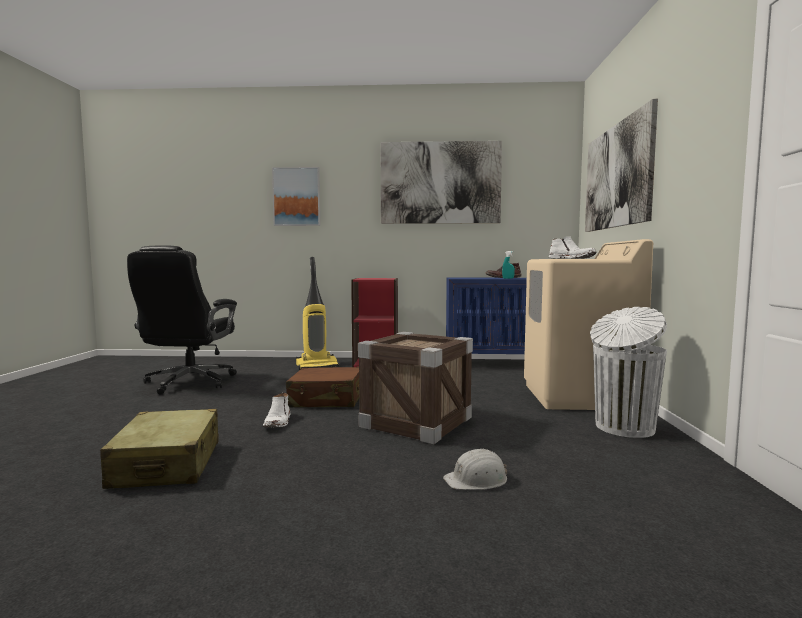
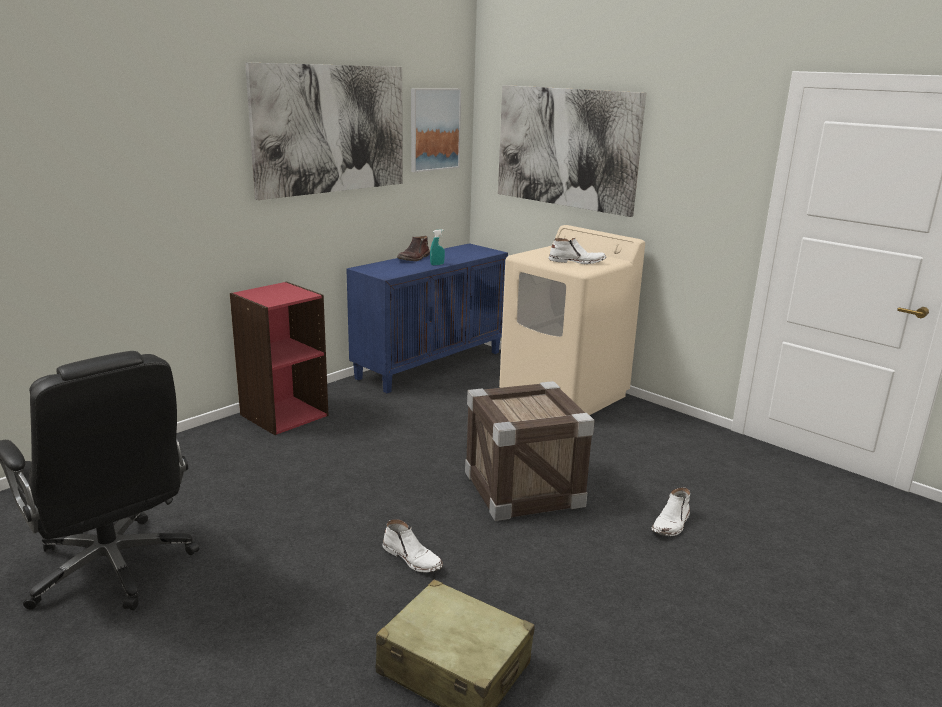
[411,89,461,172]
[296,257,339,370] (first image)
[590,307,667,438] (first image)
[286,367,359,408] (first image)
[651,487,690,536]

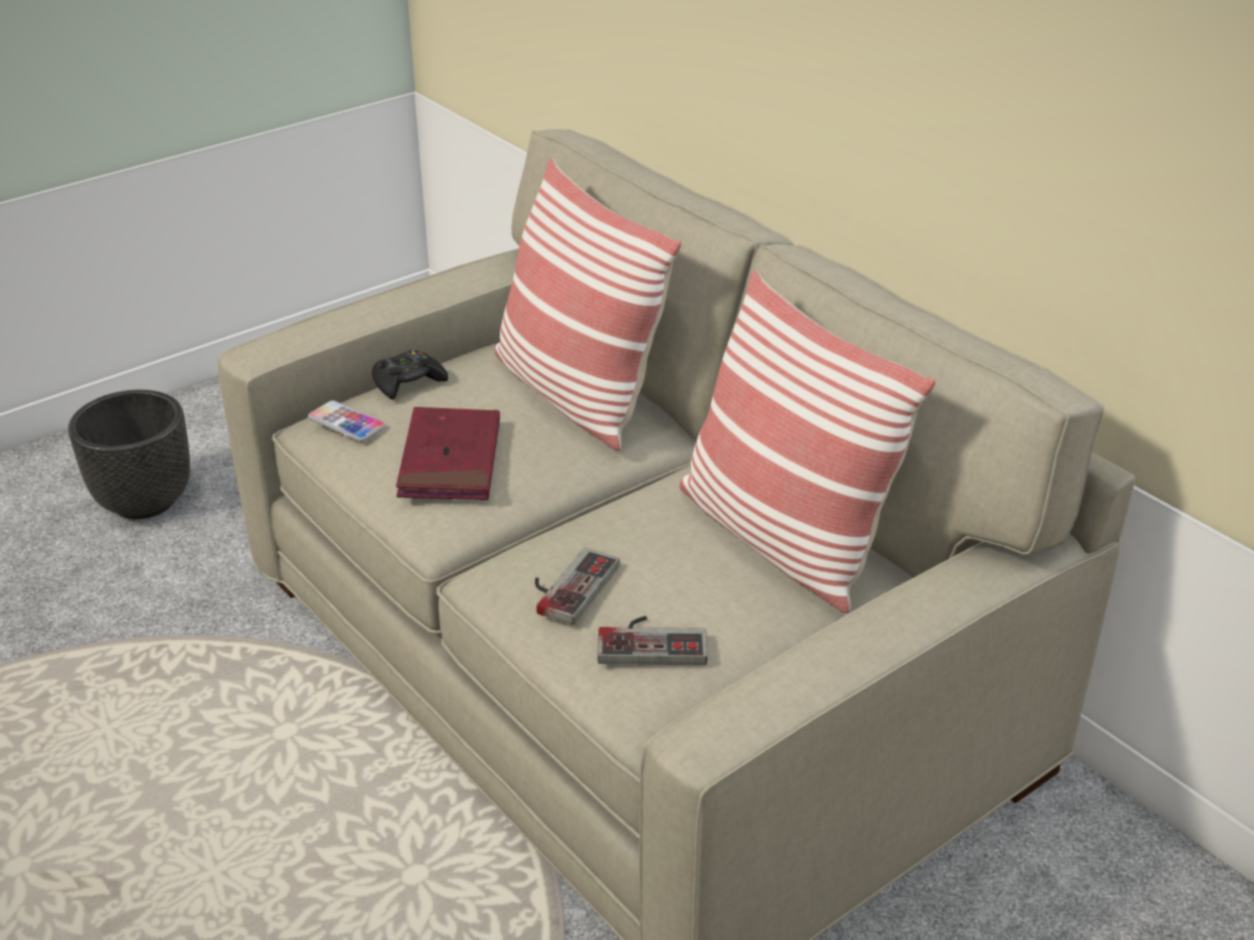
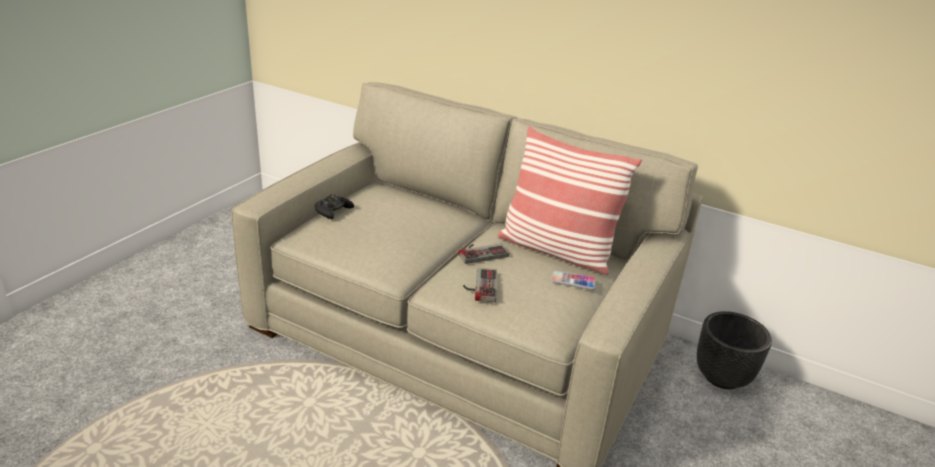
[495,158,682,451] (first image)
[697,311,772,389]
[551,270,596,290]
[396,407,500,500] (first image)
[458,244,509,264]

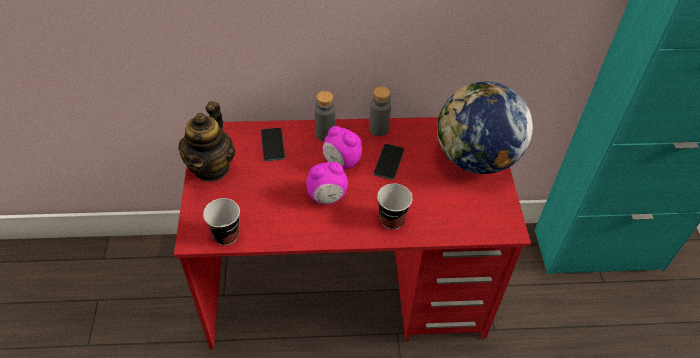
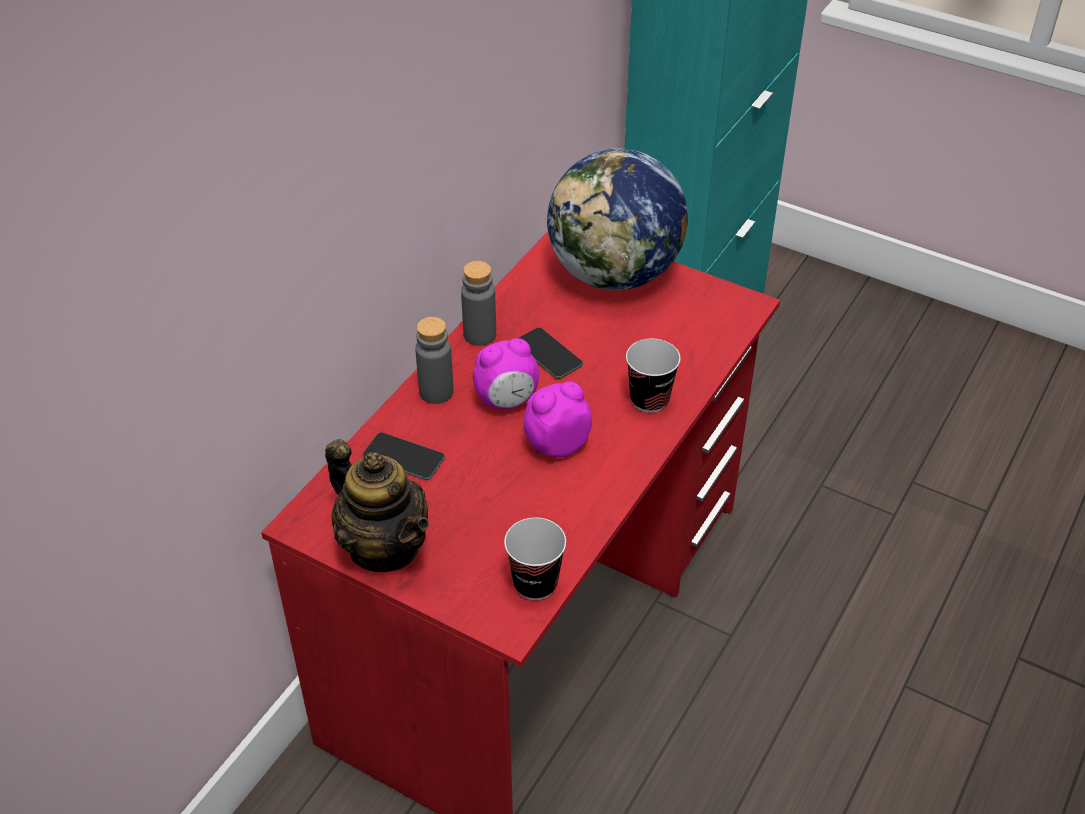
[524,382,592,457]

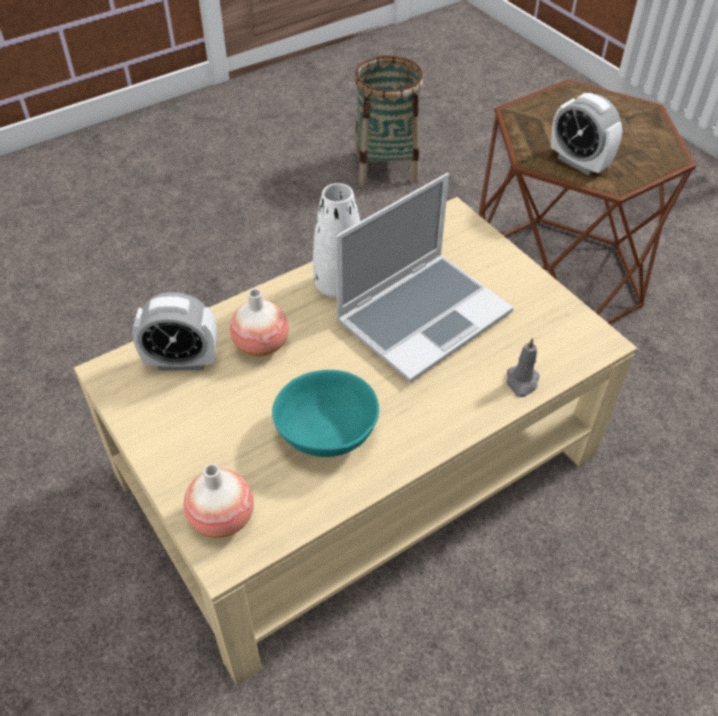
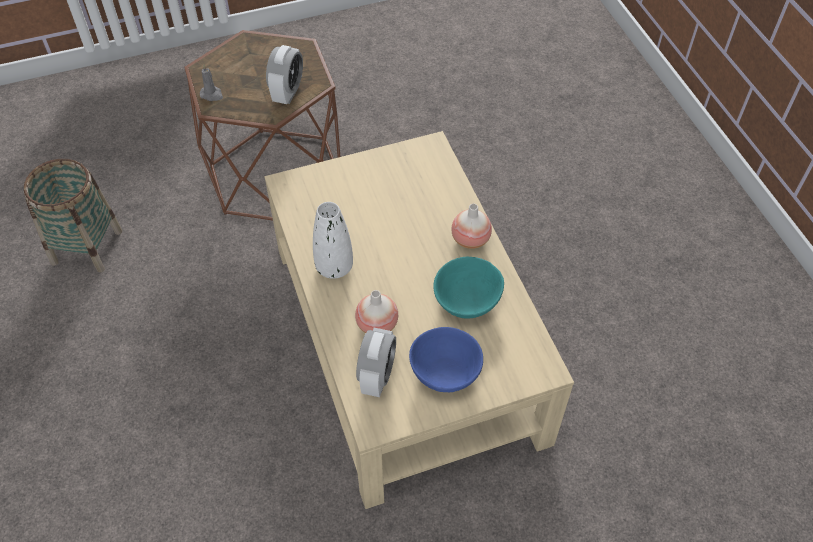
[266,45,303,104]
[335,173,514,383] (first image)
[200,64,223,101]
[451,204,492,249]
[409,327,483,392]

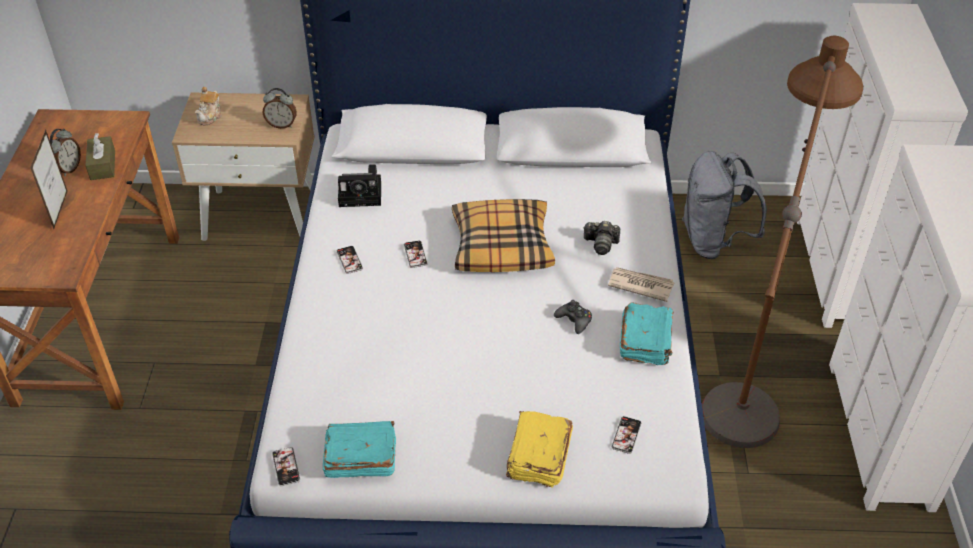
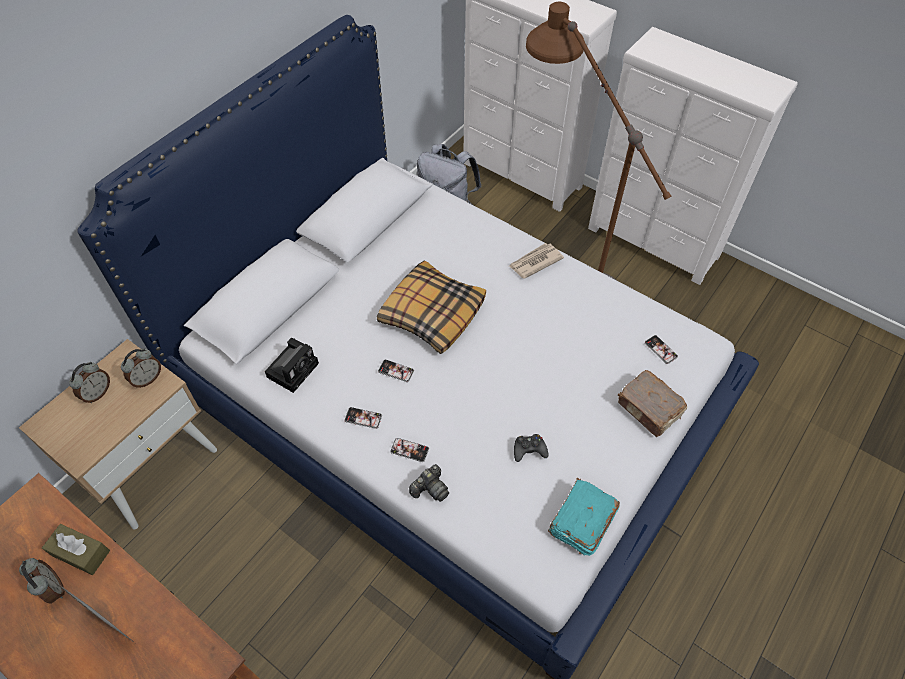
[195,87,222,125] (first image)
[409,464,449,502]
[514,434,548,462]
[620,302,673,365] (first image)
[618,370,687,437]
[390,438,429,462]
[69,362,110,403]

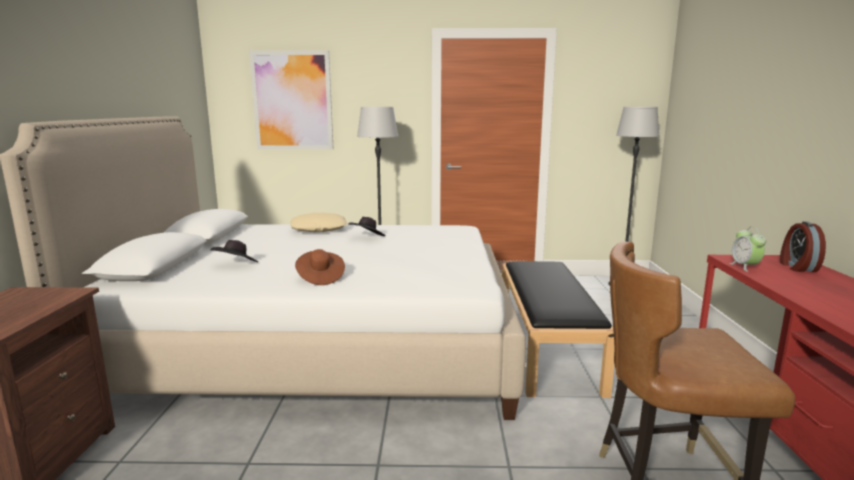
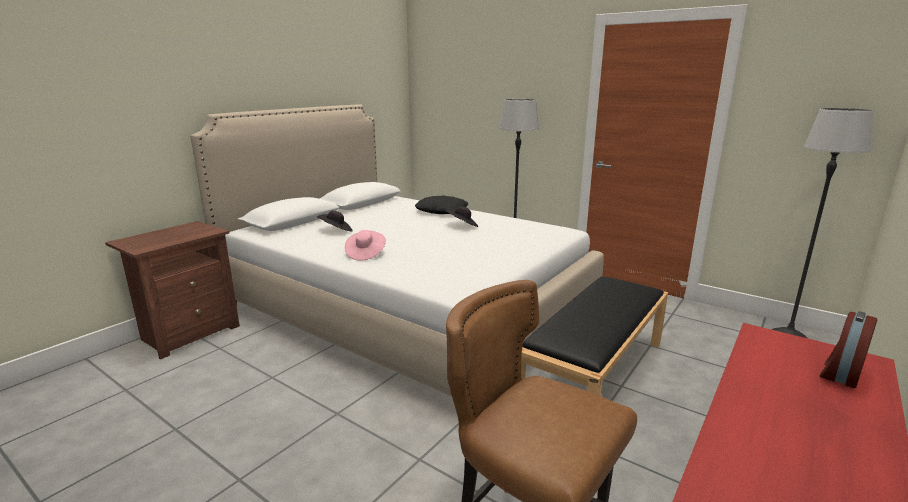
[249,50,333,150] (first image)
[415,196,468,214]
[729,227,766,272] (first image)
[345,230,386,261]

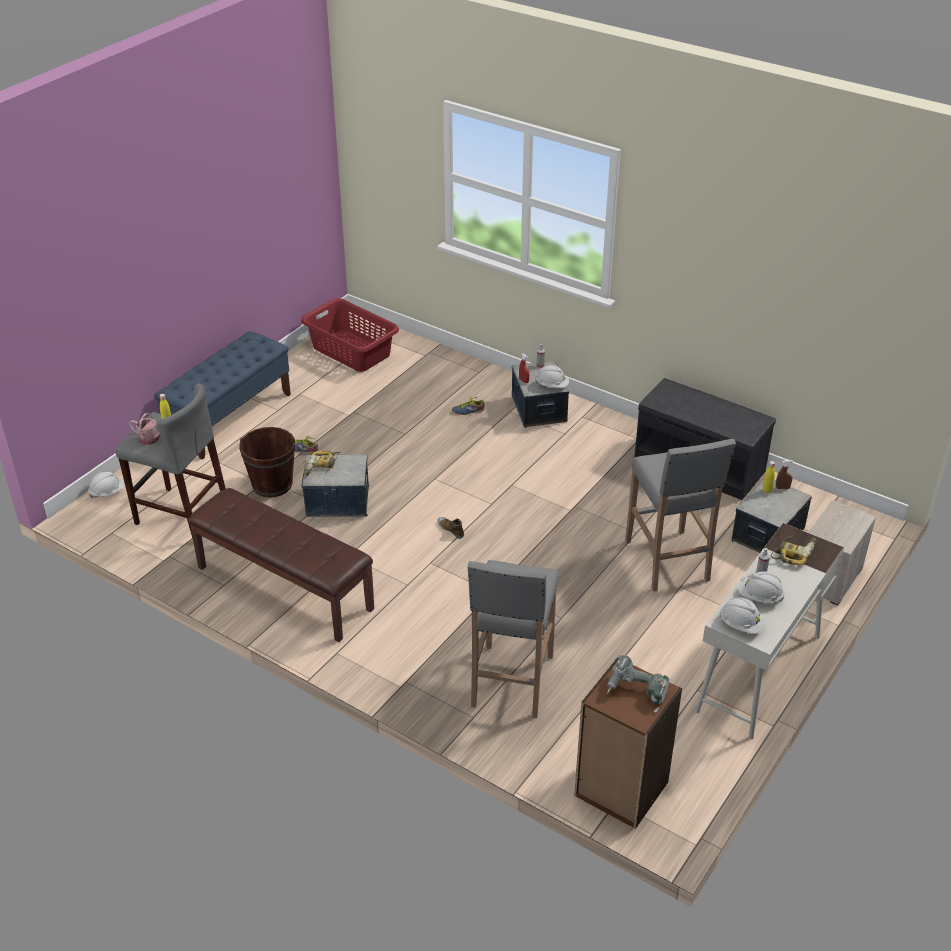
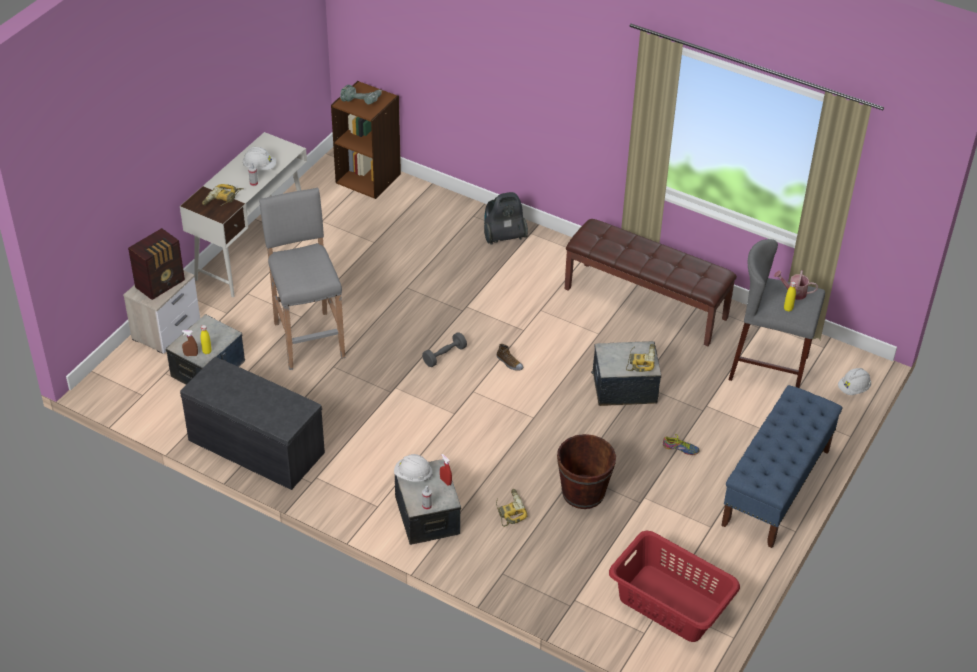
[496,489,527,527]
[557,434,616,509]
[468,560,559,718] (first image)
[720,597,765,634] (first image)
[484,192,528,244]
[128,228,185,300]
[422,332,467,367]

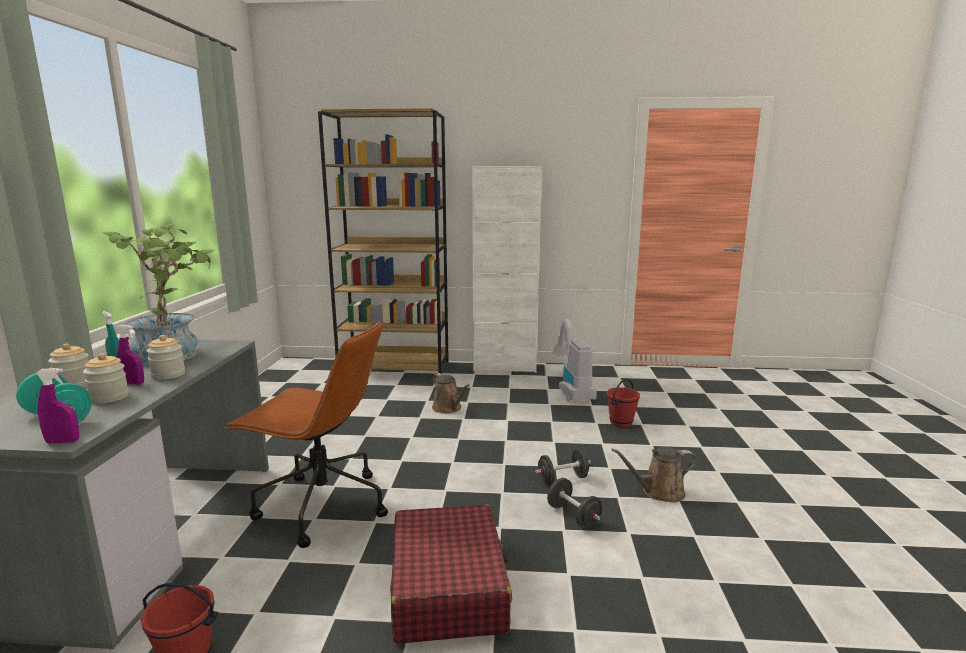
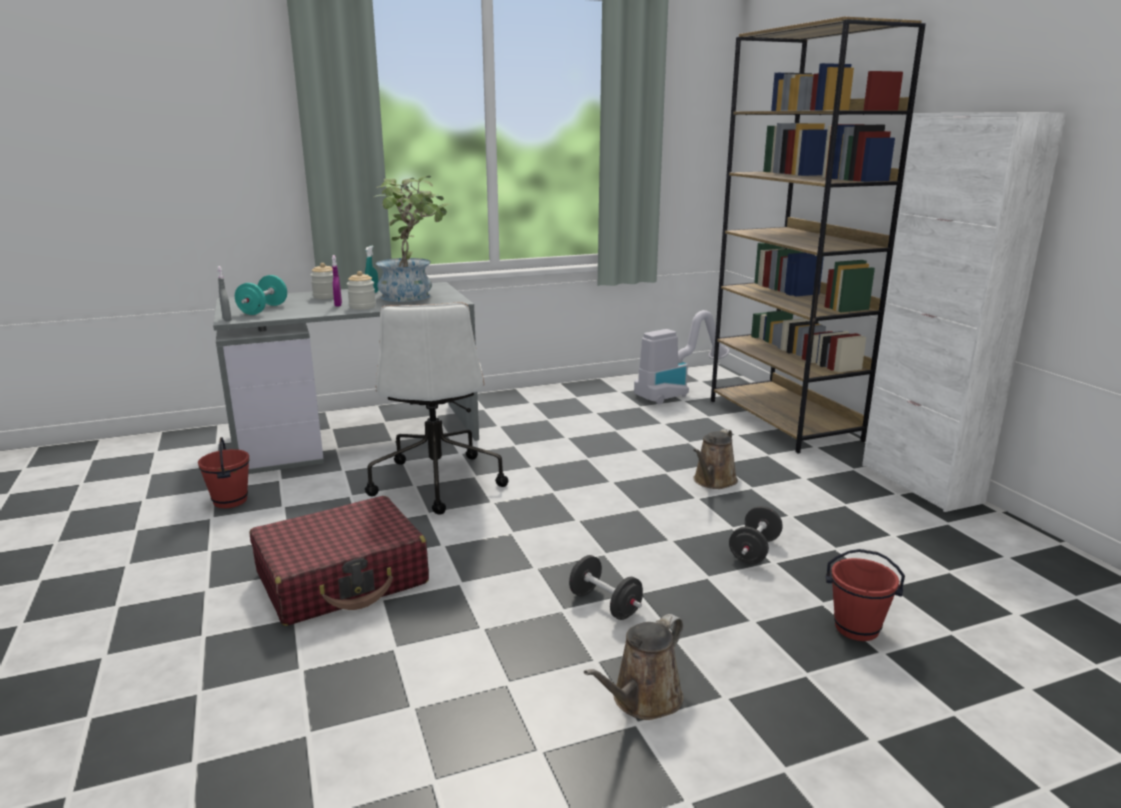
[634,310,729,405]
[365,302,508,515]
[83,353,129,404] (first image)
[217,266,232,321]
[584,614,684,720]
[729,506,783,564]

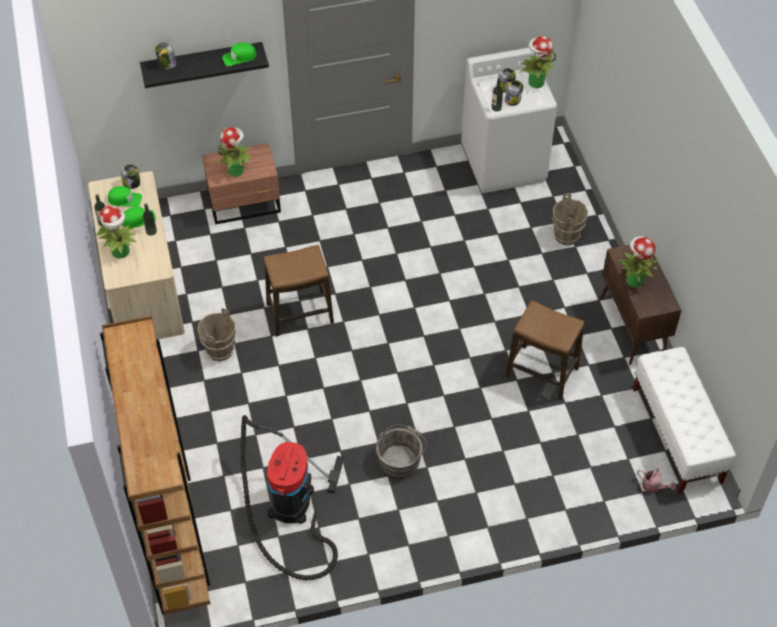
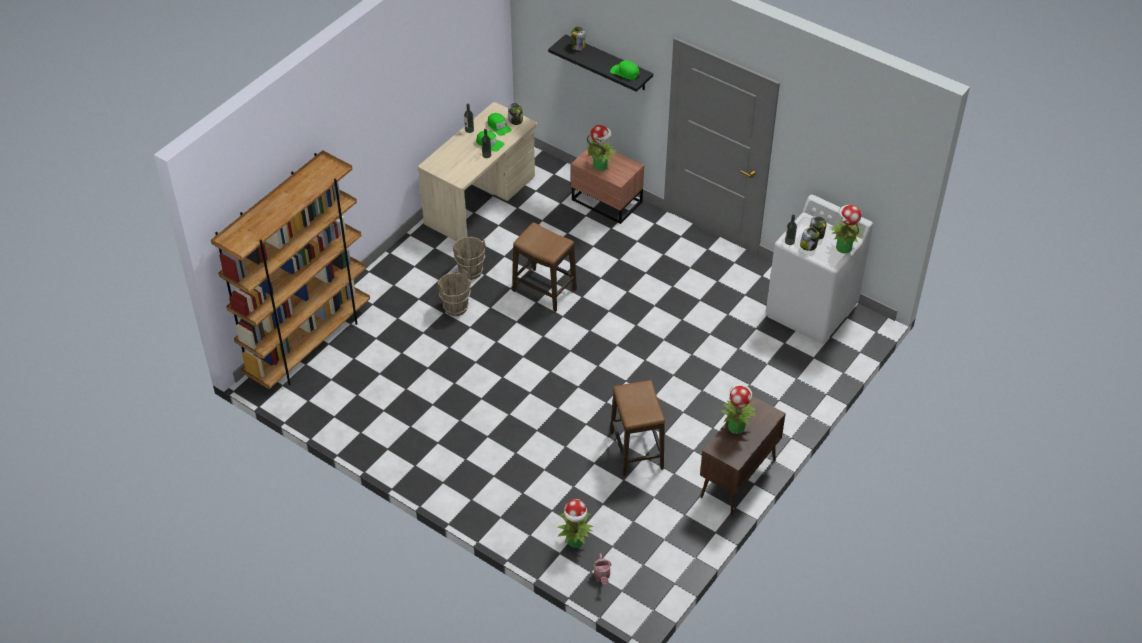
[438,269,471,316]
[557,499,594,548]
[633,347,736,494] (first image)
[240,415,344,580] (first image)
[376,424,427,478] (first image)

